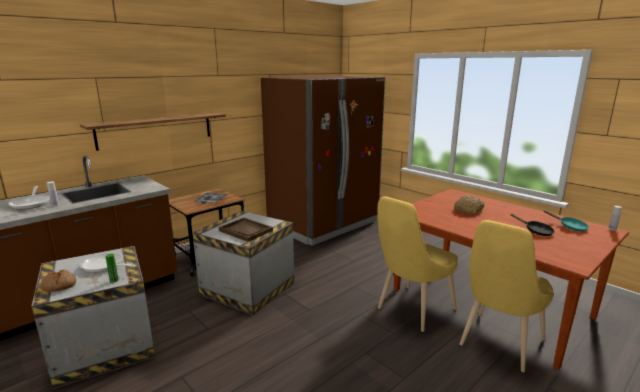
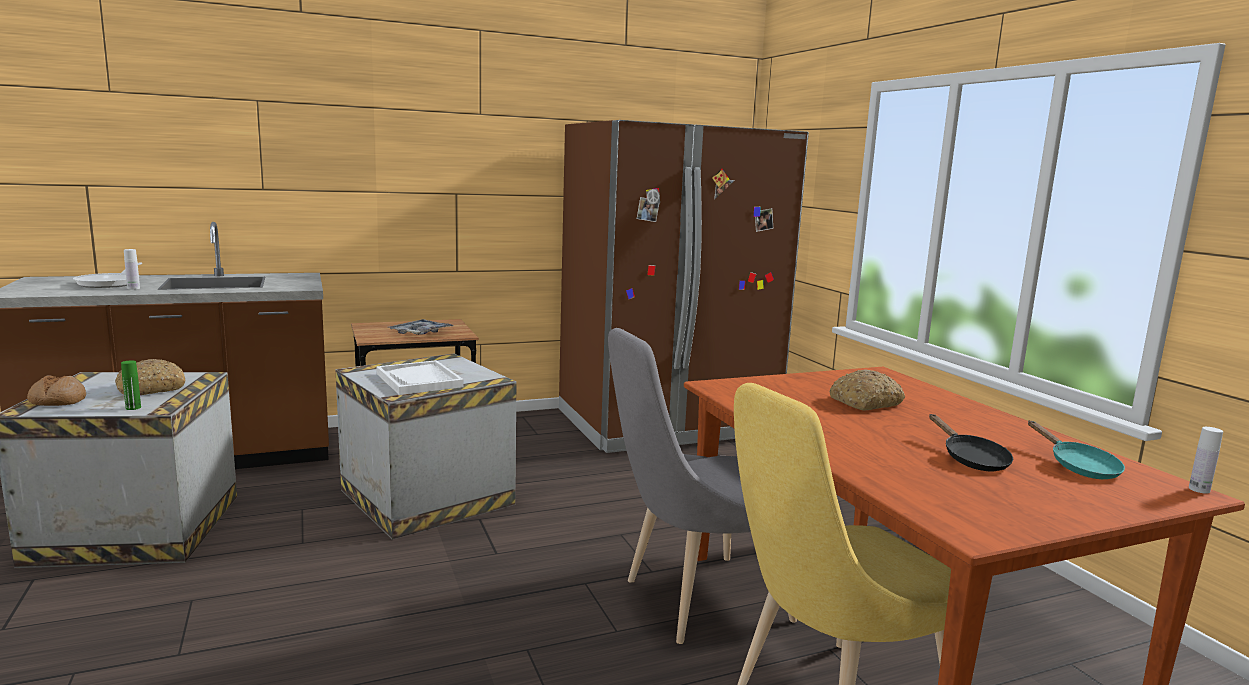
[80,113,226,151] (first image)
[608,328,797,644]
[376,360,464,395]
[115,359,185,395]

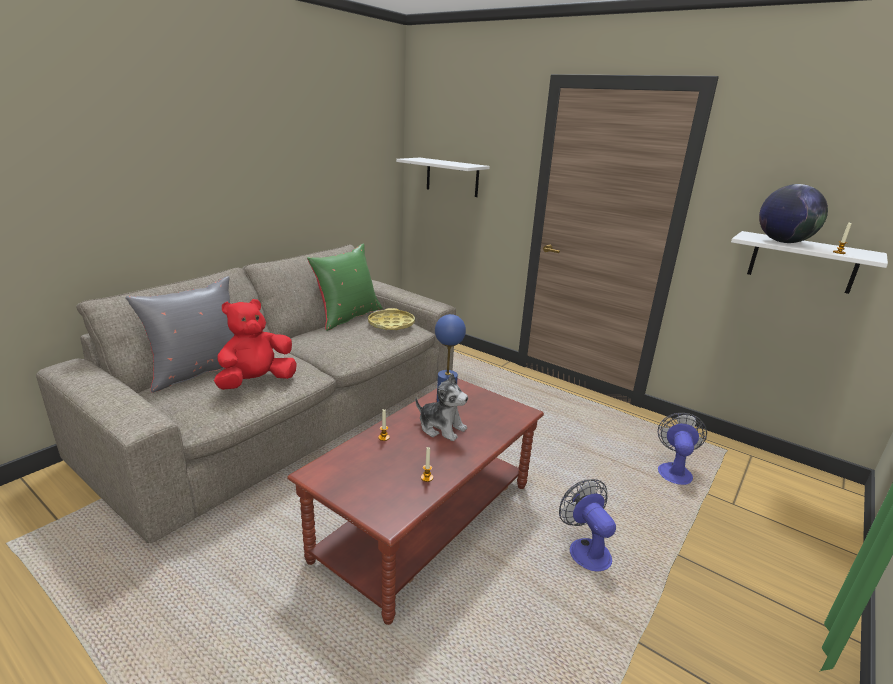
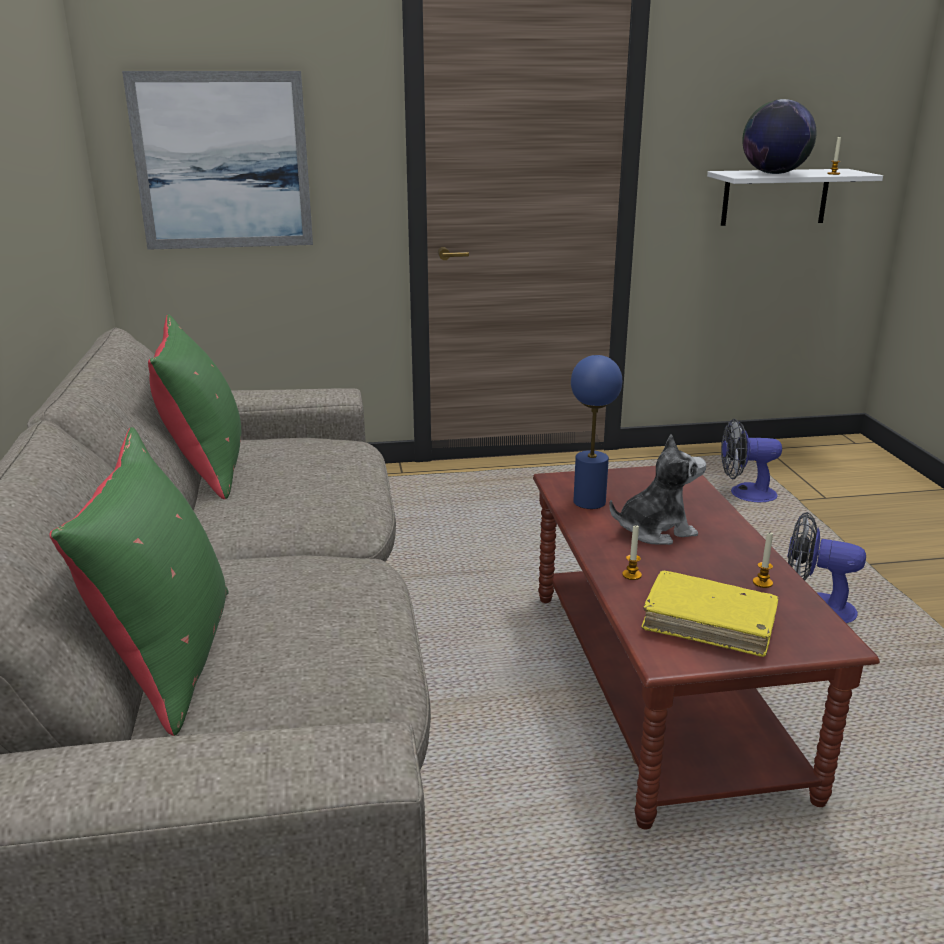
[122,71,313,250]
[49,427,229,736]
[214,299,297,390] (first image)
[368,308,415,330] (first image)
[721,419,782,502]
[642,571,779,657]

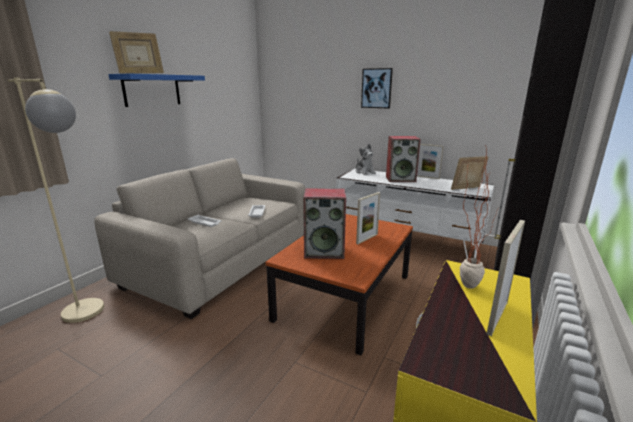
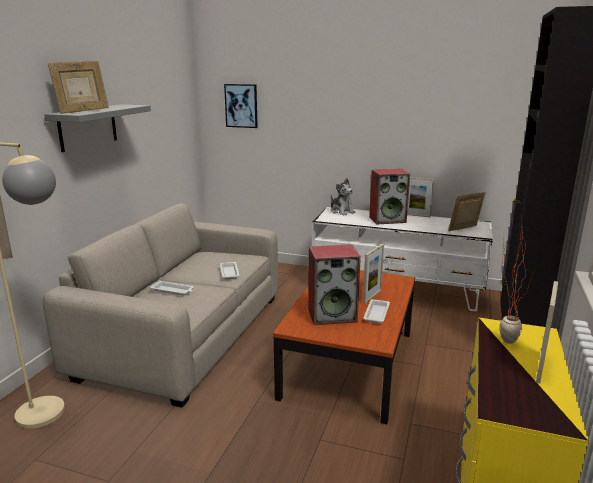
[224,84,258,128]
[44,104,151,152]
[363,299,390,323]

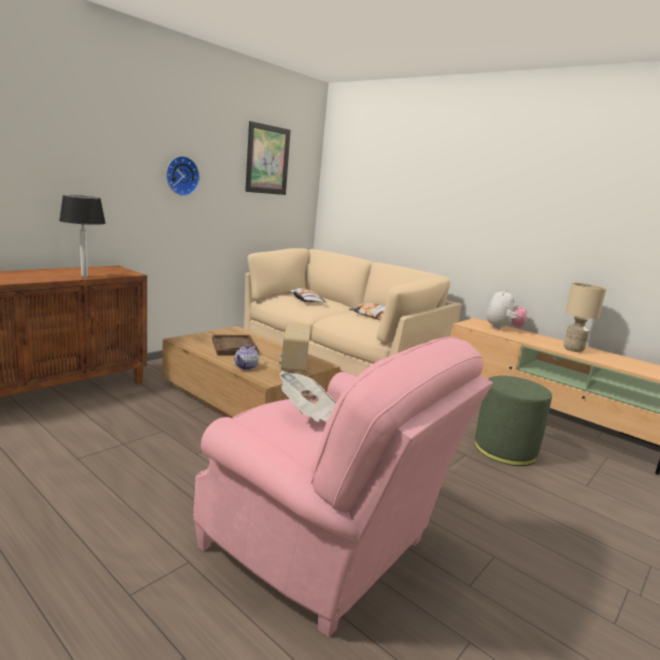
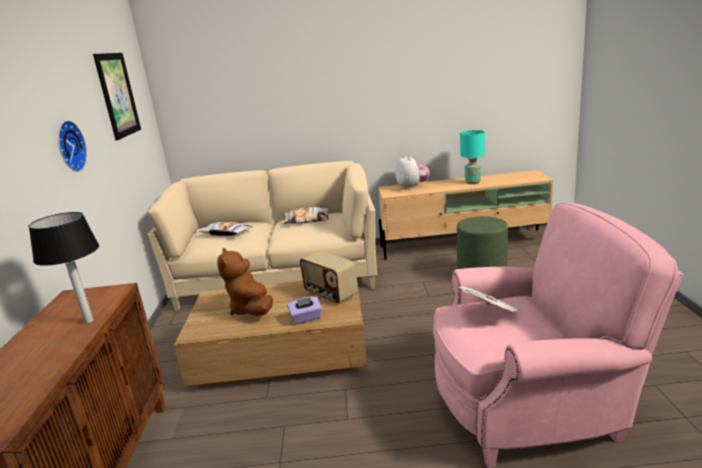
[460,130,485,184]
[217,248,273,316]
[287,296,322,324]

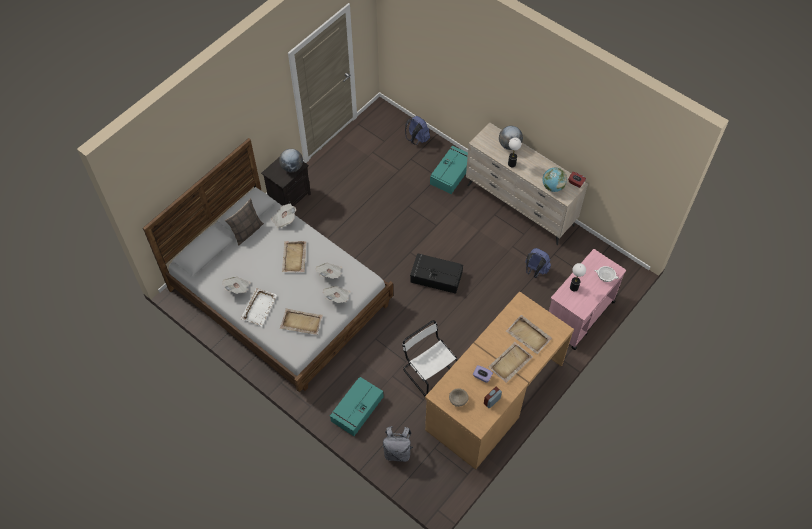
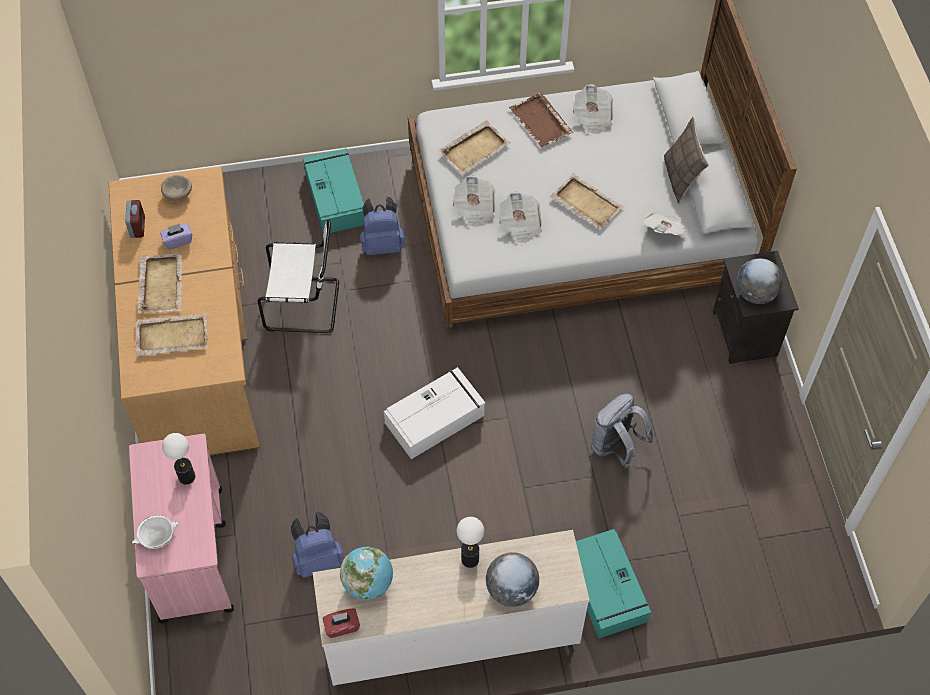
[360,197,405,255]
[384,367,486,459]
[509,92,573,147]
[591,394,654,468]

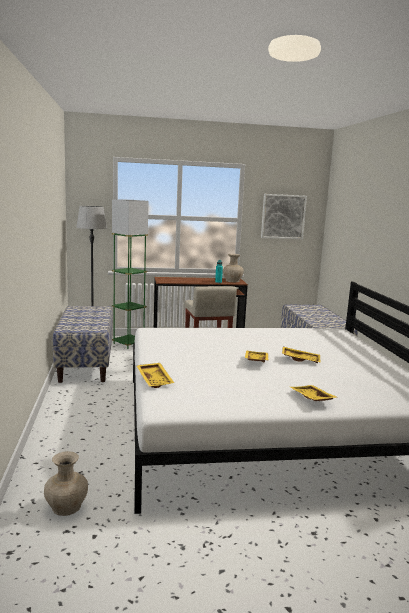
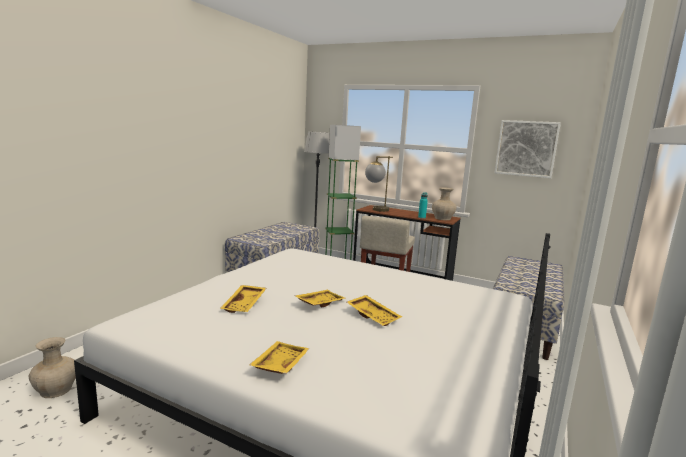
[220,285,266,313]
[365,156,393,212]

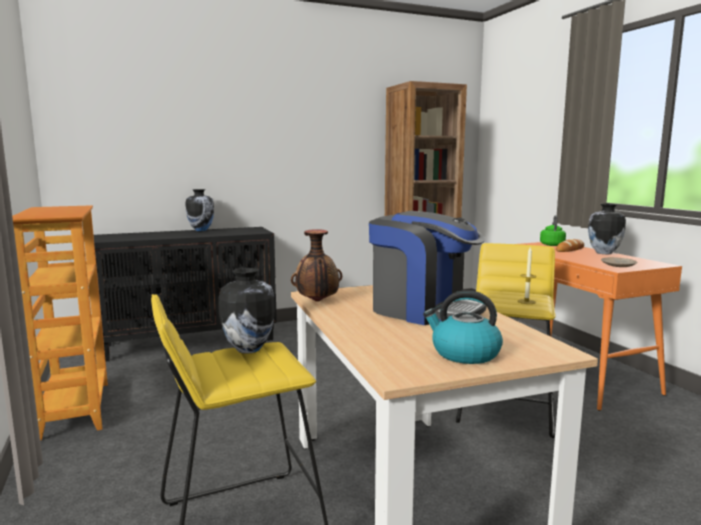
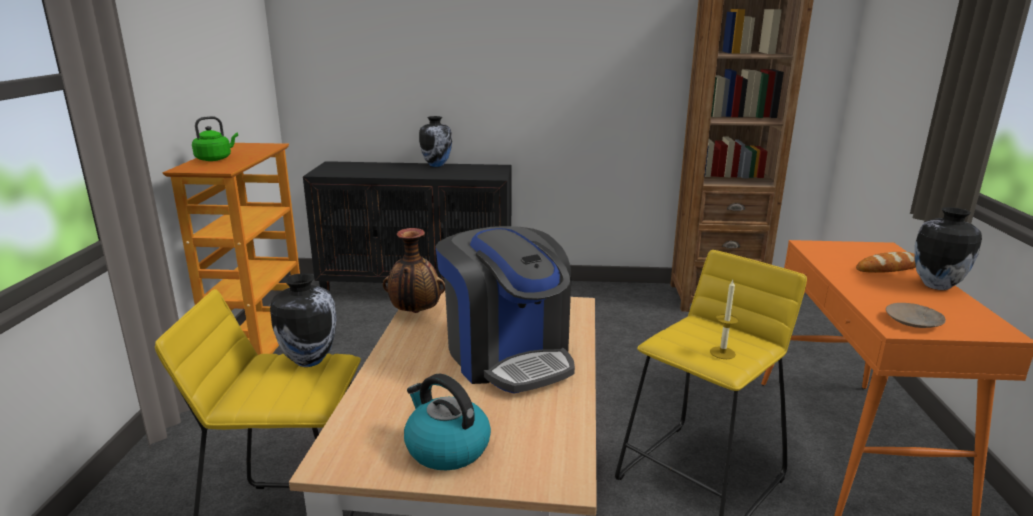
[192,116,238,161]

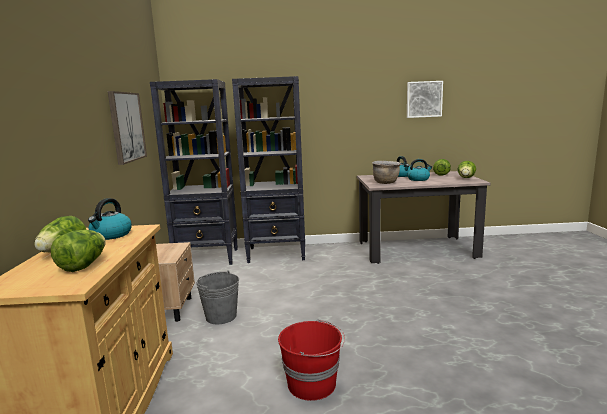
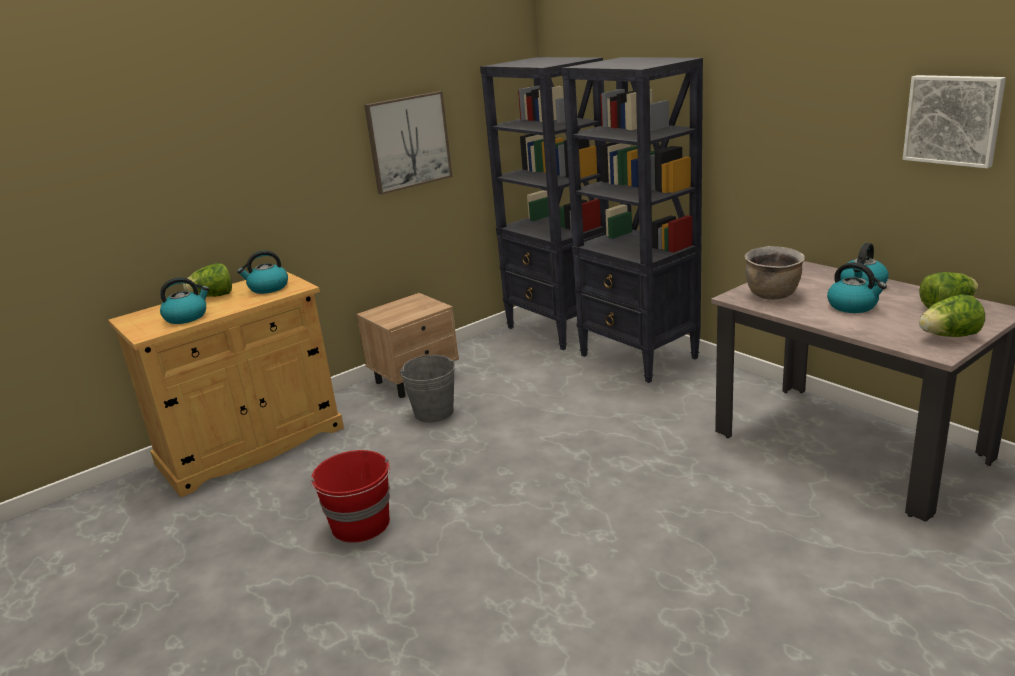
[160,277,209,324]

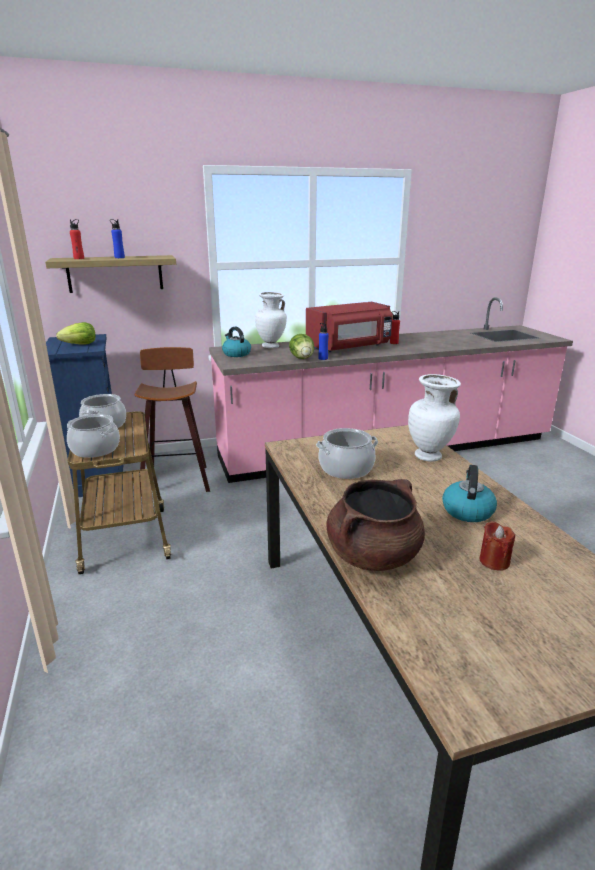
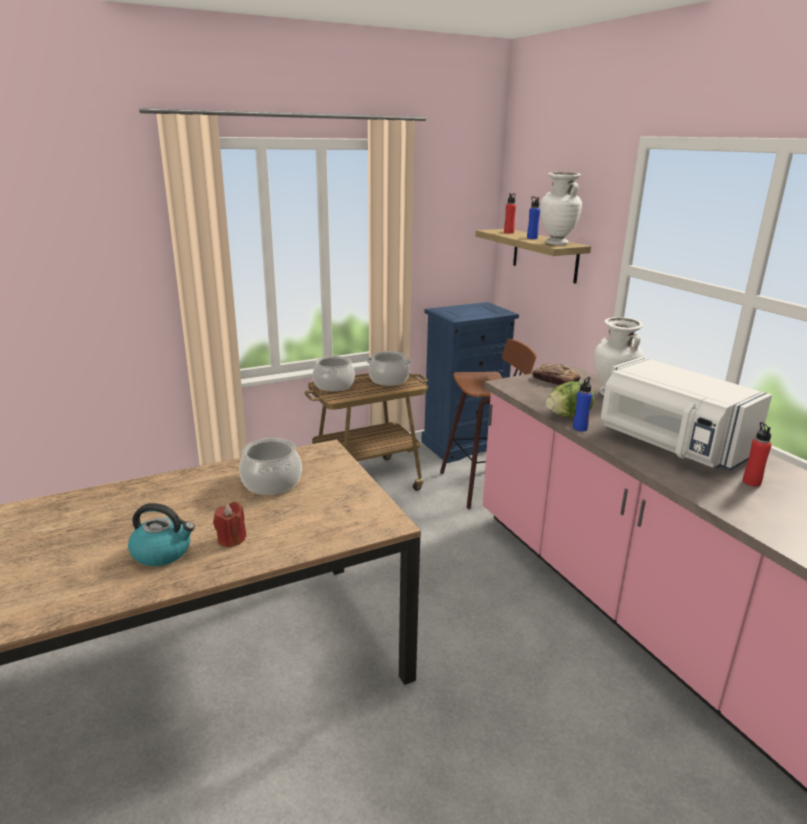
[601,357,772,470]
[56,322,96,344] (first image)
[532,363,580,386]
[540,172,582,245]
[327,479,425,571] (first image)
[213,502,246,547]

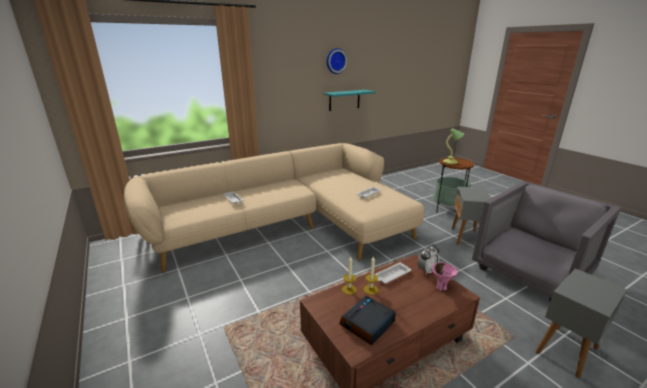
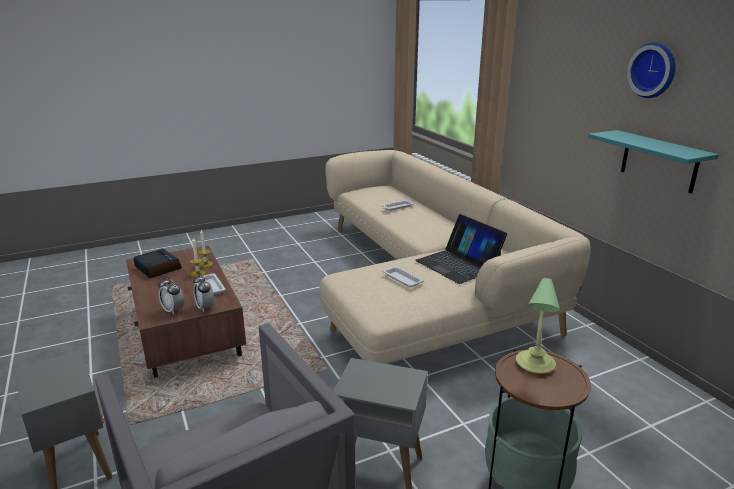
[158,277,184,315]
[415,214,507,284]

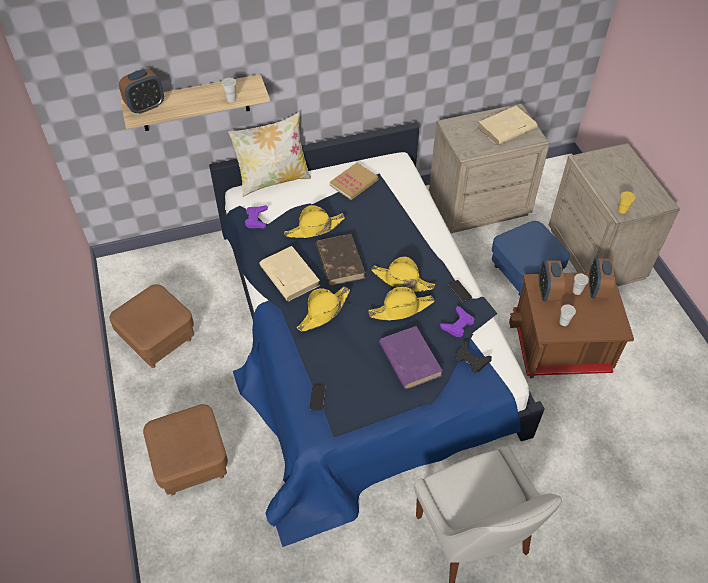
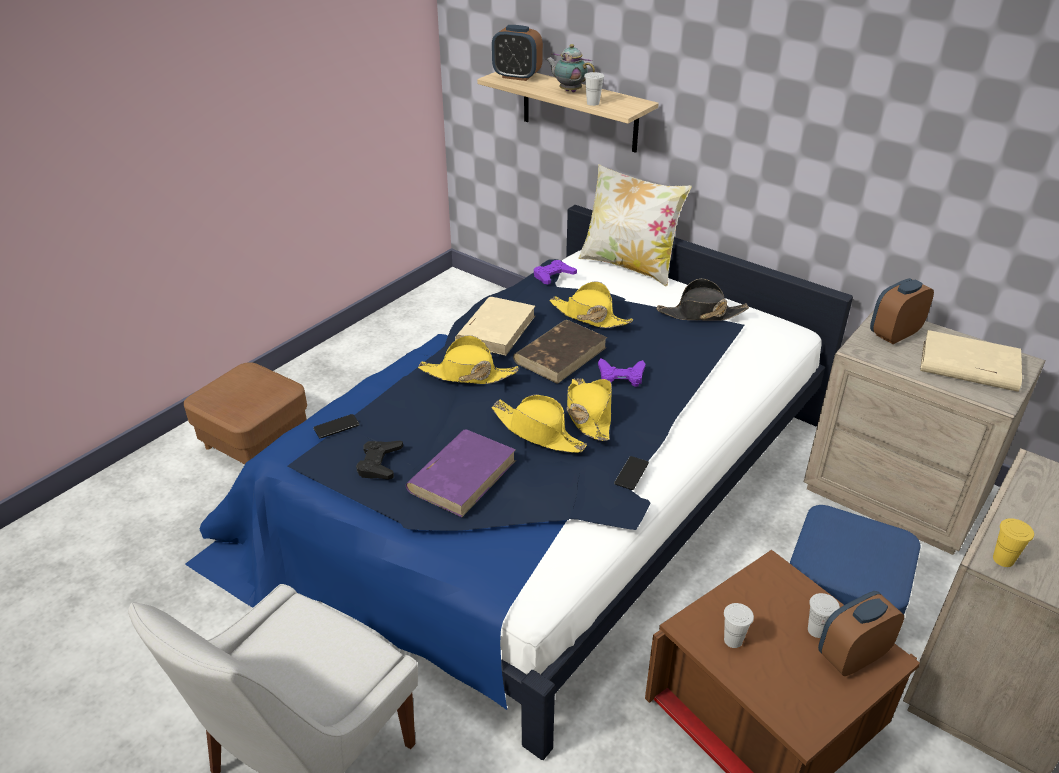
[656,279,749,321]
[870,278,934,344]
[109,284,194,368] (first image)
[598,358,646,387]
[356,441,403,480]
[546,44,595,93]

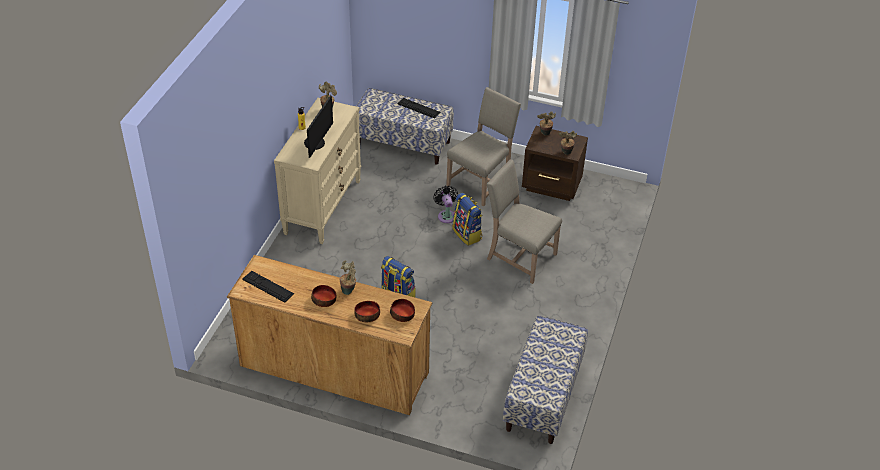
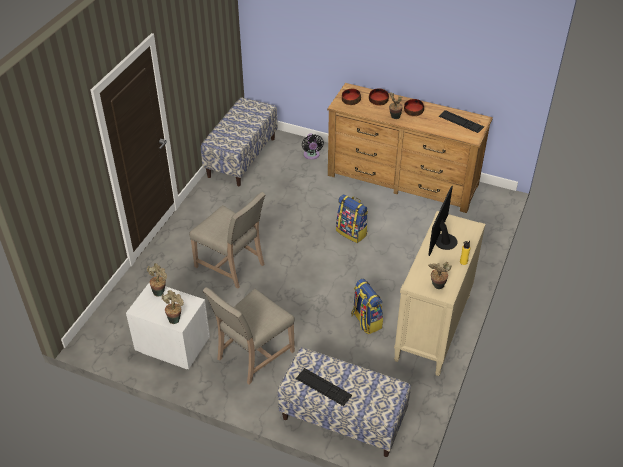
[126,282,210,369]
[302,133,324,160]
[351,279,383,334]

